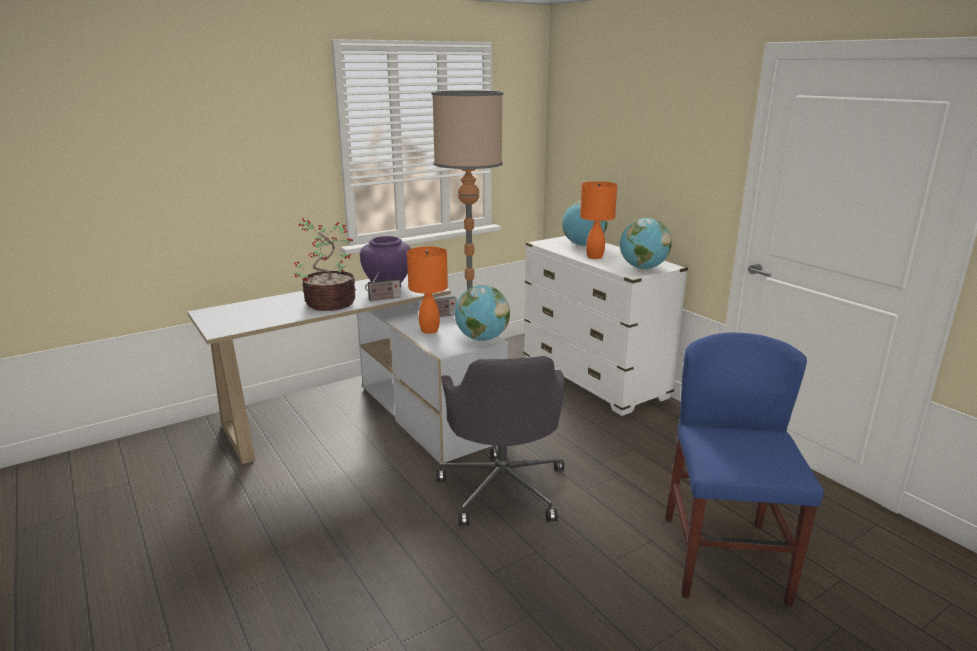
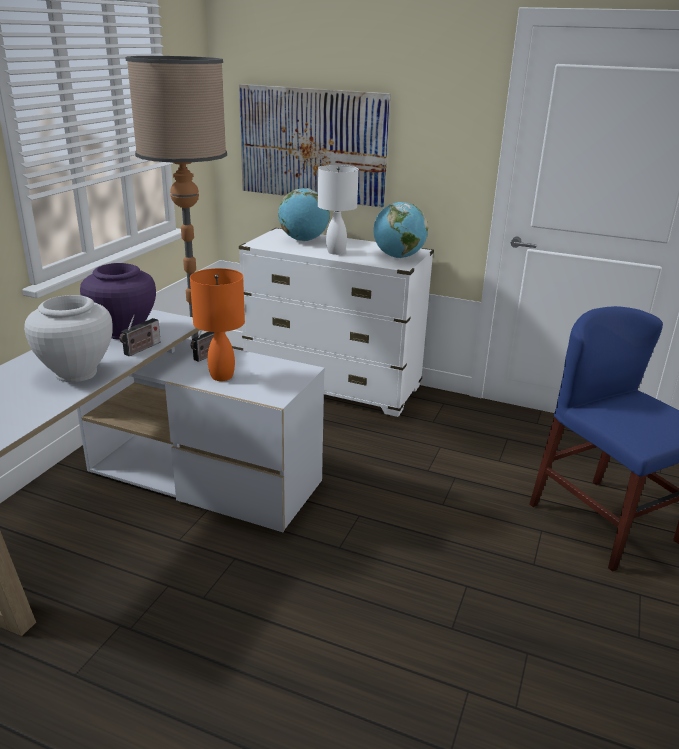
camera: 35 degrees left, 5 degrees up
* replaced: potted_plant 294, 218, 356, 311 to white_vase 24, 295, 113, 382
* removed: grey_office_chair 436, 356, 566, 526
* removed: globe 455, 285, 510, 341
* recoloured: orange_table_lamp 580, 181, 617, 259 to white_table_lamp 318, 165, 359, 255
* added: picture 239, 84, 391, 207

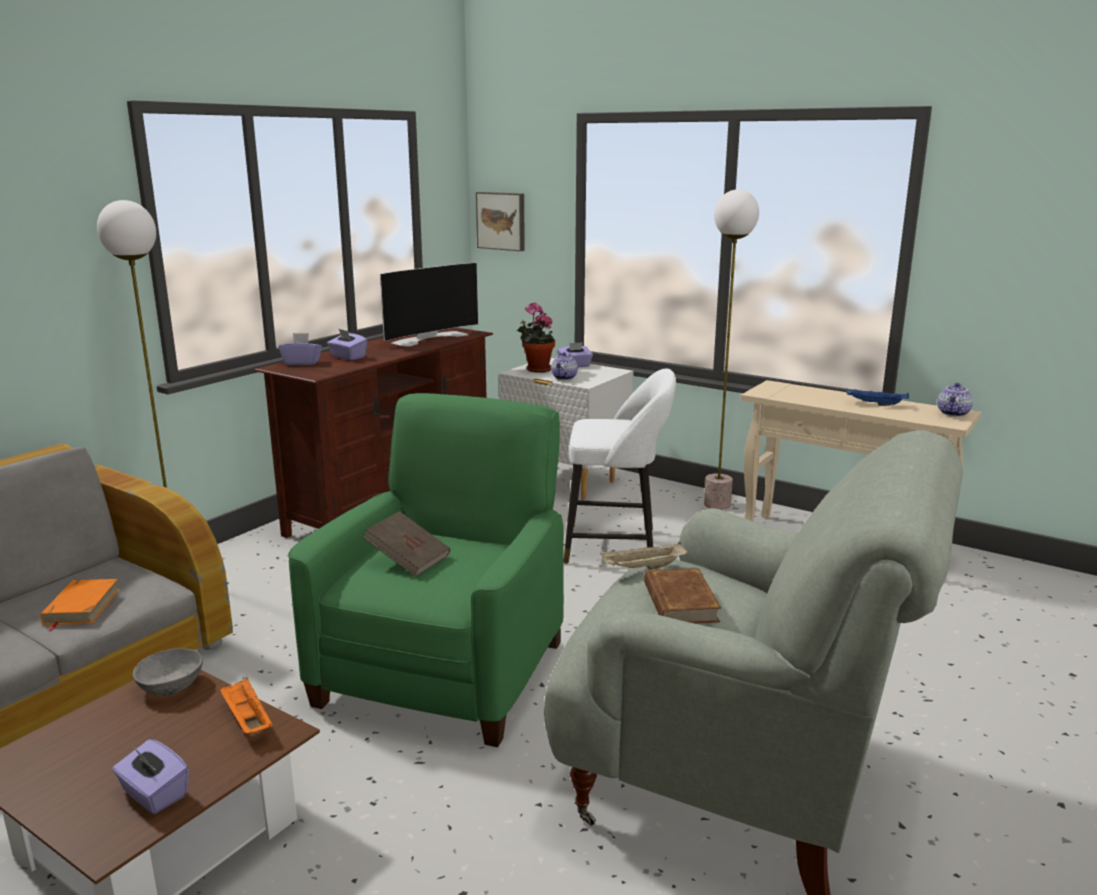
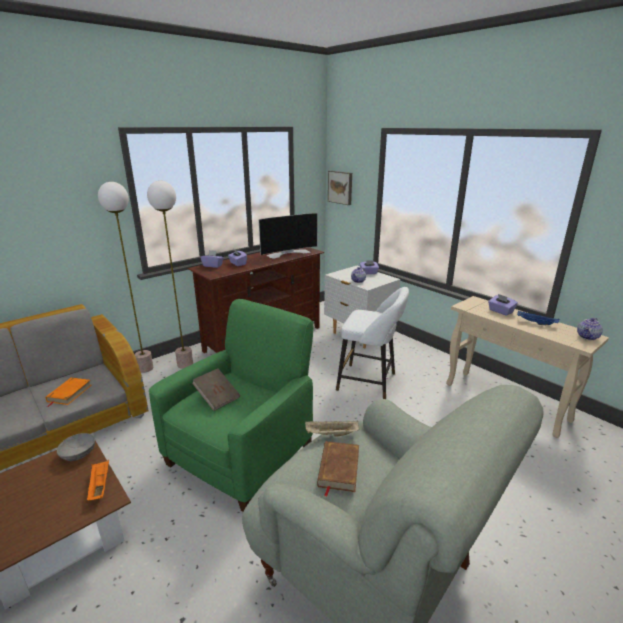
camera: 15 degrees right, 5 degrees up
* moved: purple_tissue_box 112, 739, 189, 814 to 488, 294, 518, 316
* removed: potted_plant 517, 302, 555, 373
* moved: floor_lamp 704, 189, 759, 510 to 147, 181, 193, 369

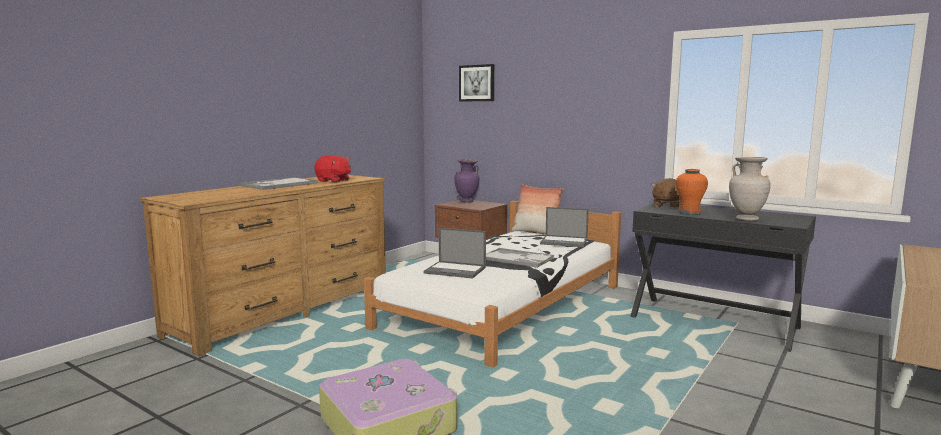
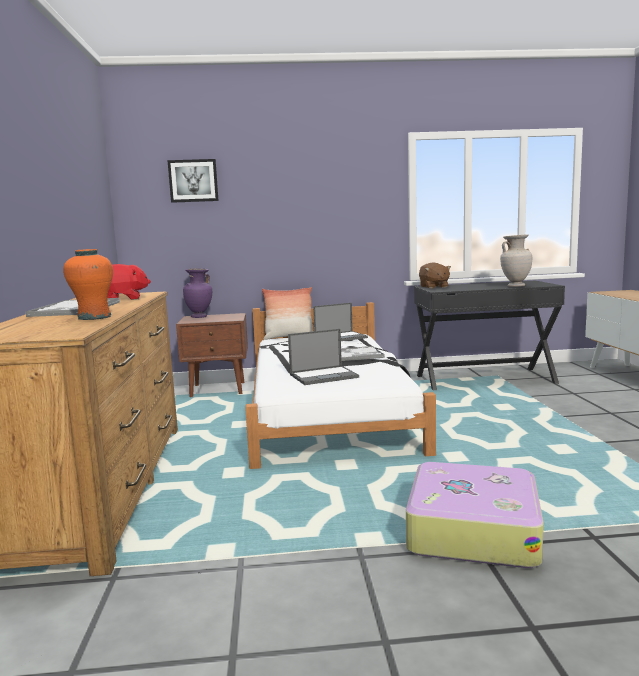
camera: 40 degrees left, 0 degrees up
* moved: orange_vase 676, 169, 708, 215 to 63, 249, 113, 320

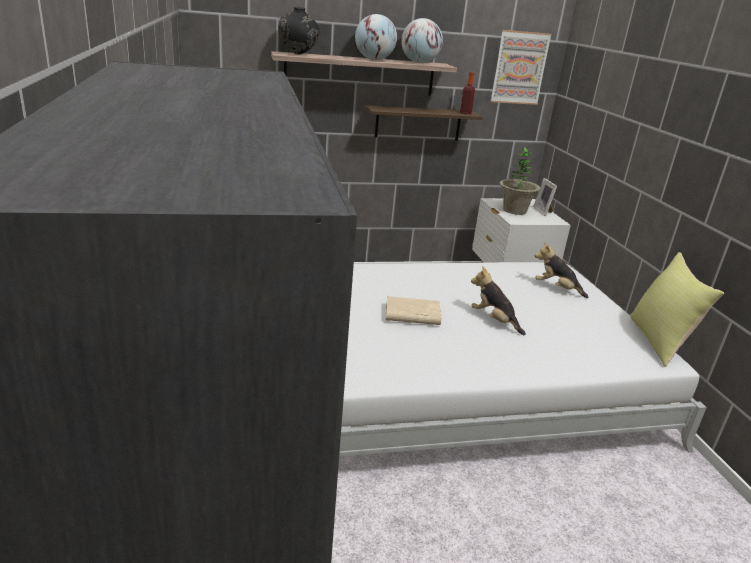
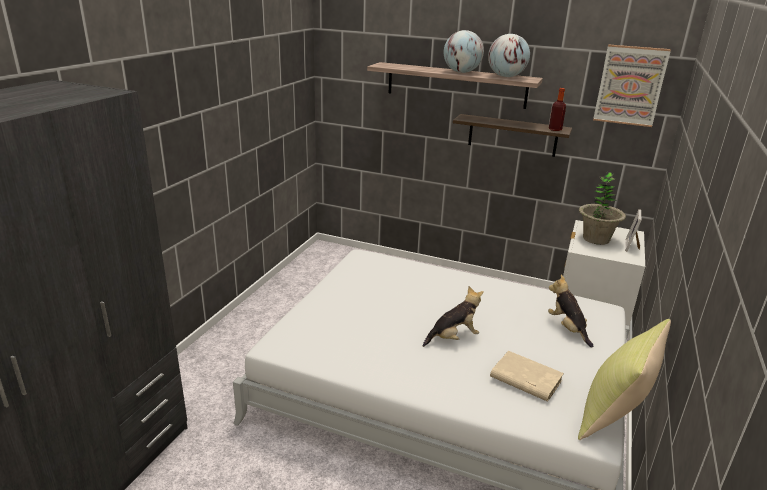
camera: 35 degrees right, 0 degrees up
* removed: black_vase 278, 7, 320, 54
* moved: beige_book 386, 296, 441, 325 to 490, 351, 564, 402
* turned: plush_toy 471, 266, 526, 335 = 423, 286, 484, 347 75 degrees clockwise

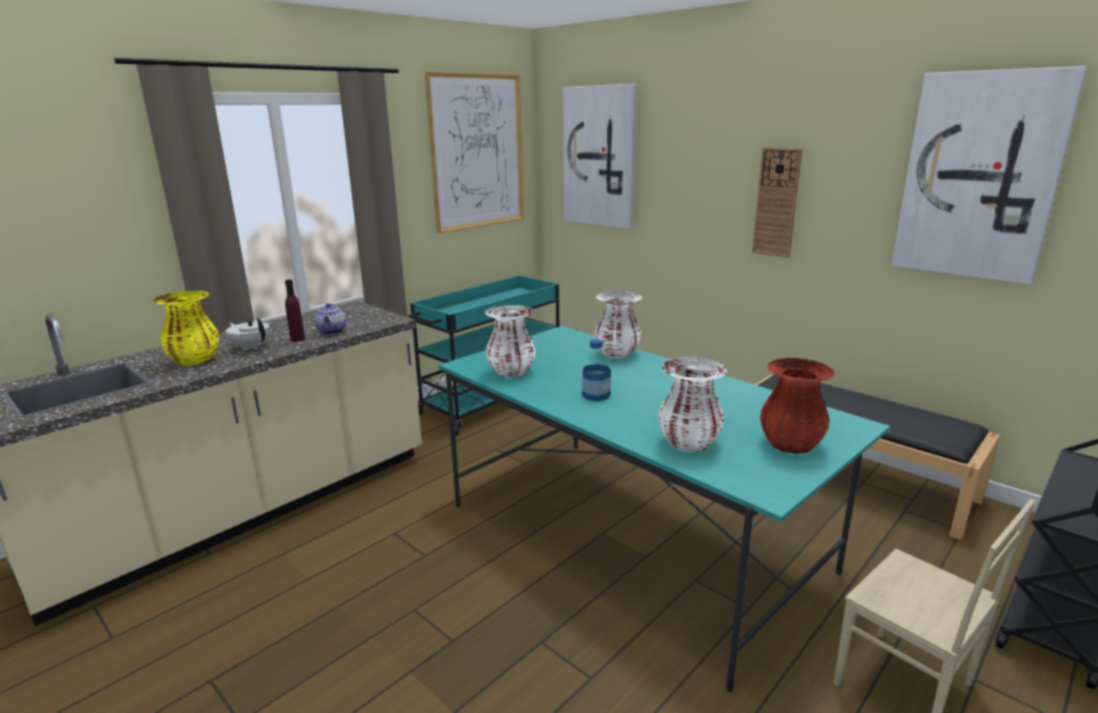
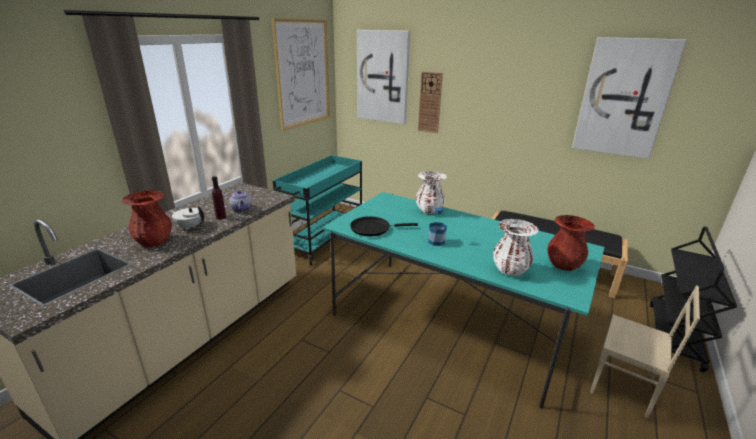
camera: 15 degrees left, 5 degrees up
* recoloured: yellow_vase 152, 291, 219, 366 to red_vase 121, 190, 172, 247
* replaced: white_vase 485, 305, 536, 377 to black_frying_pan 350, 216, 418, 236
* moved: wall_clock 752, 148, 802, 258 to 418, 71, 443, 133

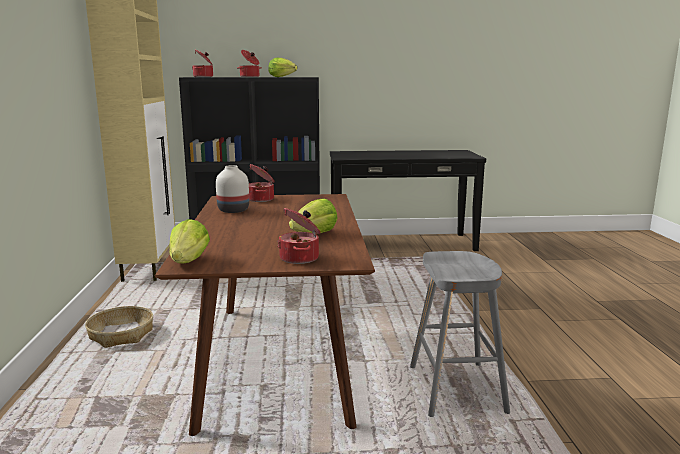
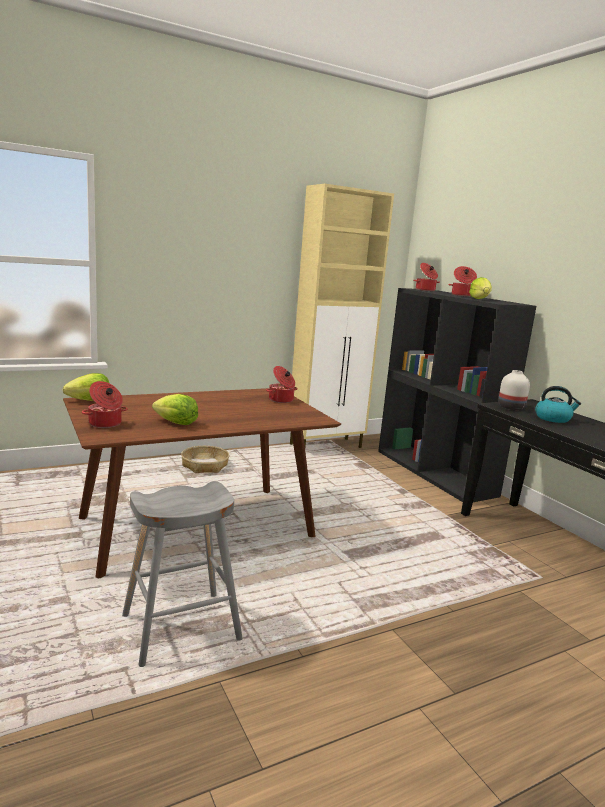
camera: 65 degrees right, 0 degrees up
* moved: white_vase 216, 165, 249, 213 to 498, 370, 530, 410
* added: kettle 535, 386, 581, 423

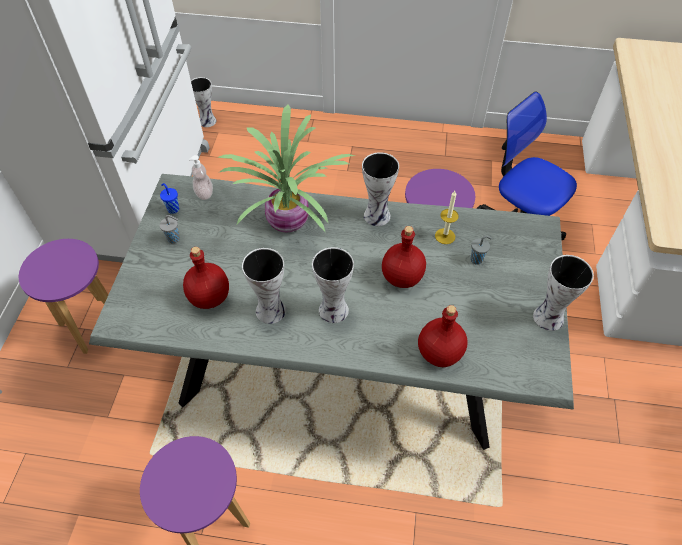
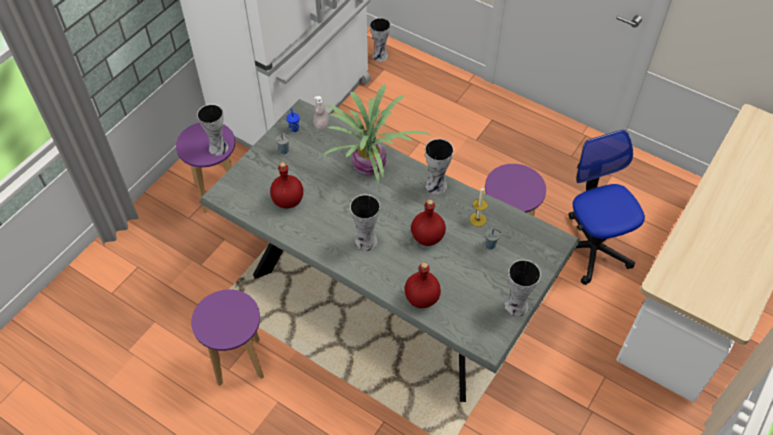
camera: 25 degrees right, 0 degrees up
* moved: vase 242, 248, 286, 324 to 197, 104, 228, 156

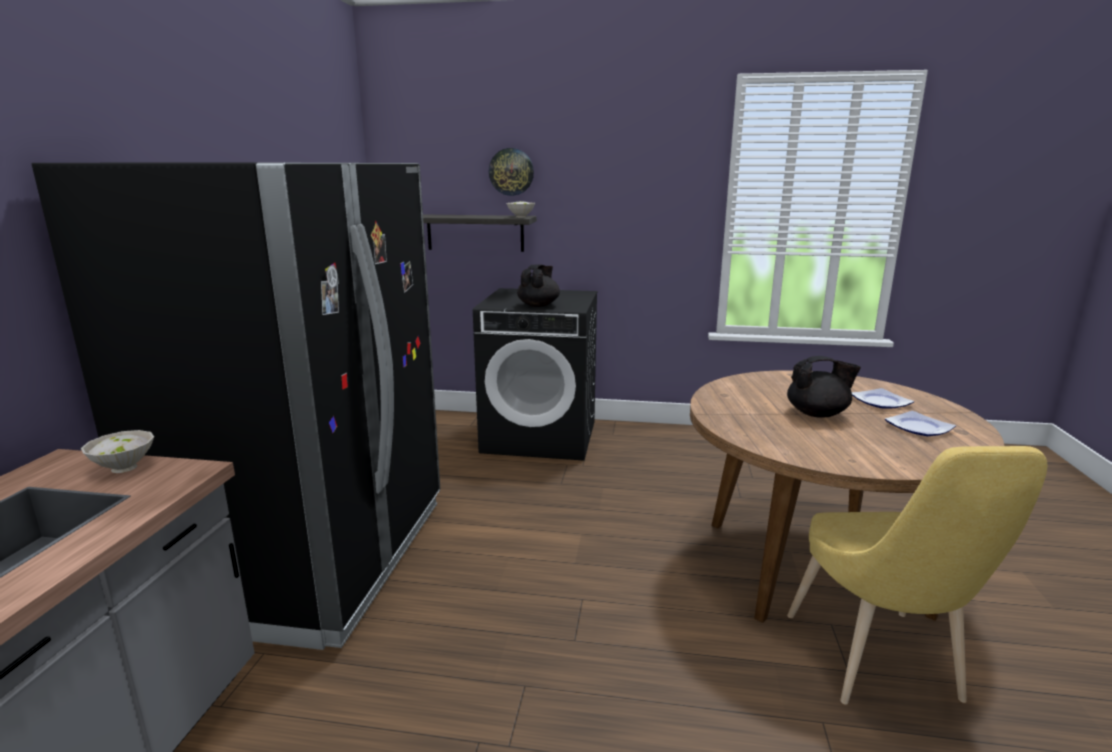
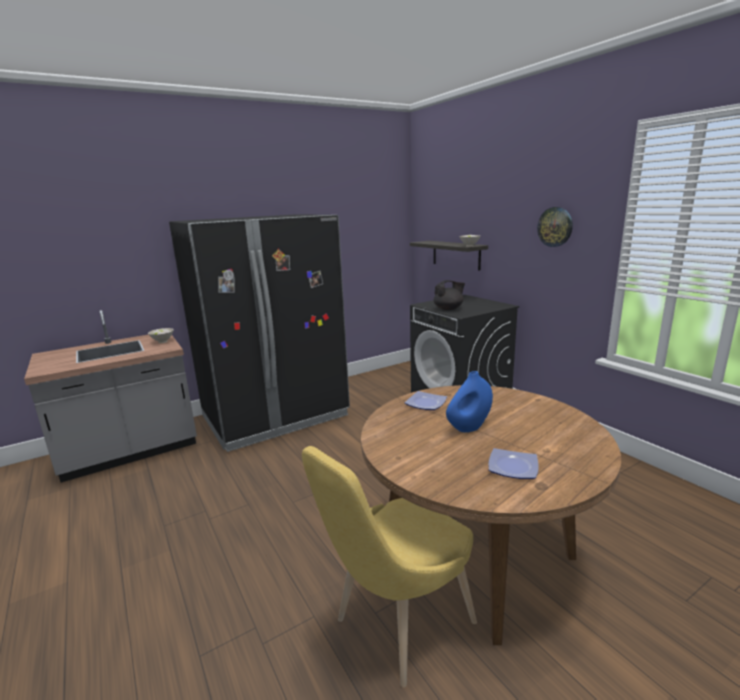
camera: 50 degrees right, 0 degrees up
* moved: wall_clock 489, 148, 534, 196 to 537, 207, 573, 247
* replaced: black_teapot 787, 356, 861, 418 to blue_vase 446, 371, 493, 432
* moved: plate 852, 388, 914, 409 to 405, 391, 447, 410

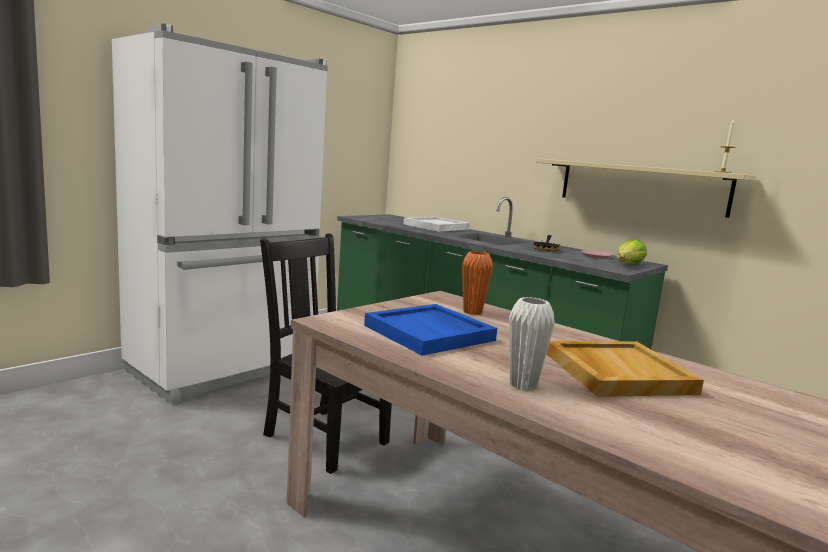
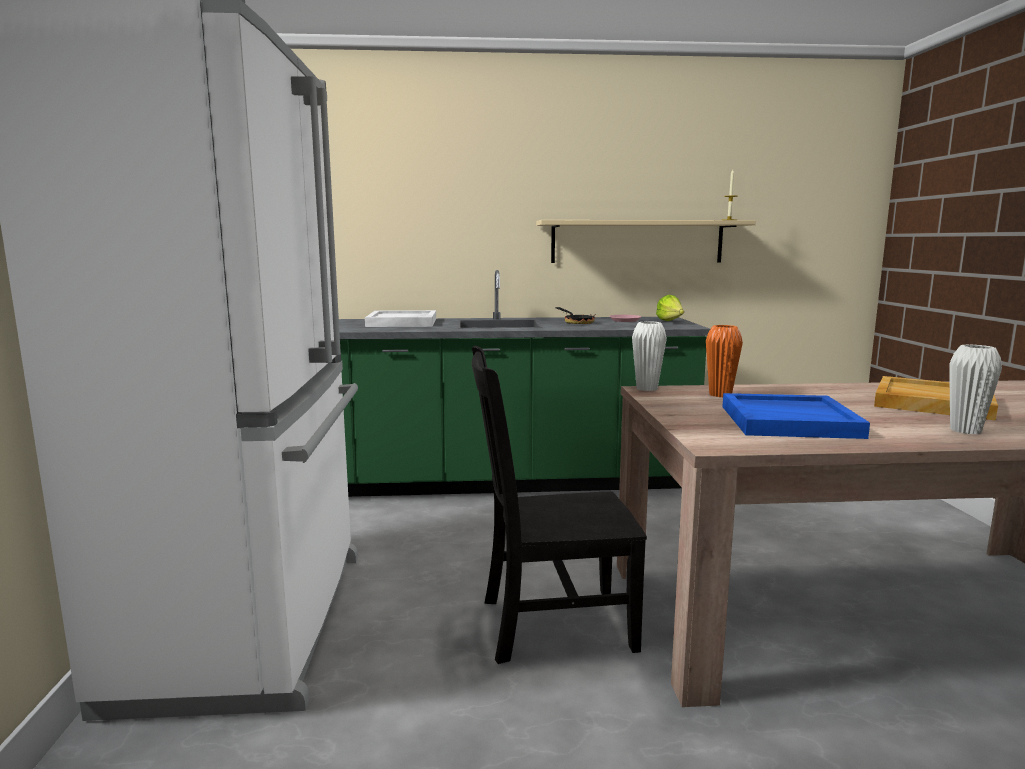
camera: 45 degrees left, 0 degrees up
* added: white_vase 632, 321, 667, 391

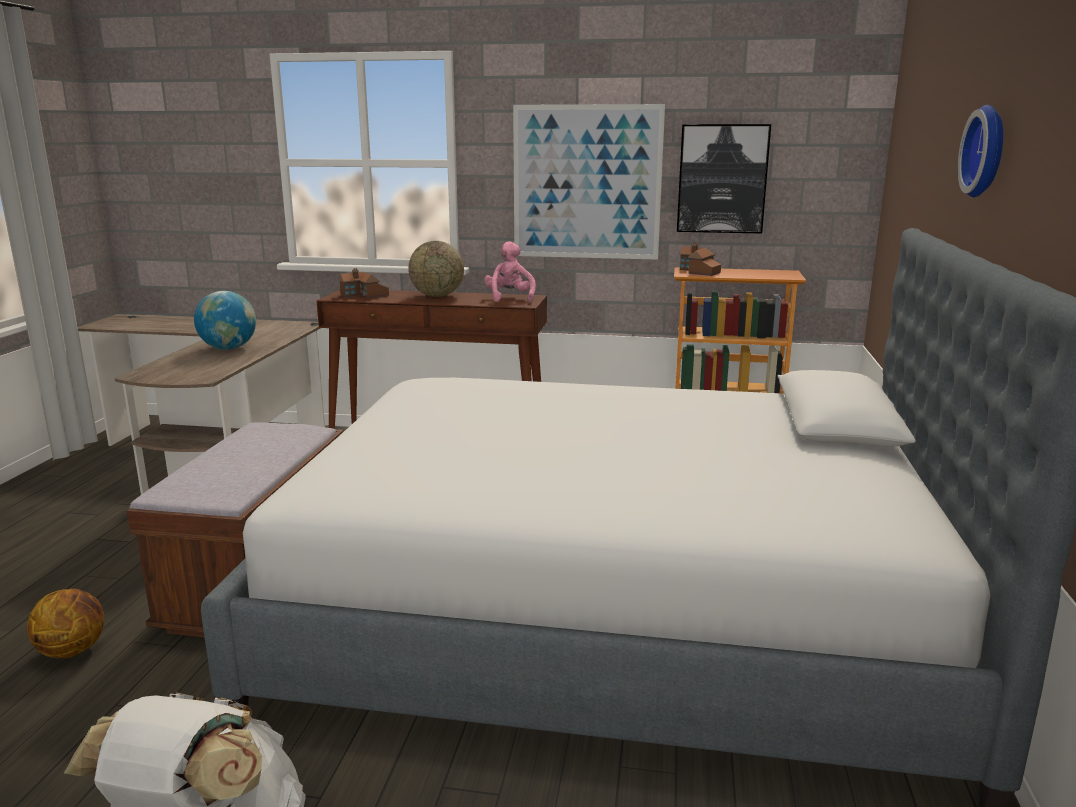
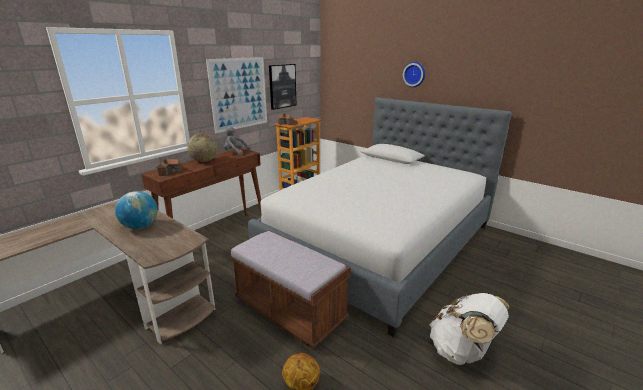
camera: 60 degrees left, 5 degrees up
* recoloured: pink_plush_toy 484, 241, 536, 303 to grey_plush_toy 224, 126, 250, 155

